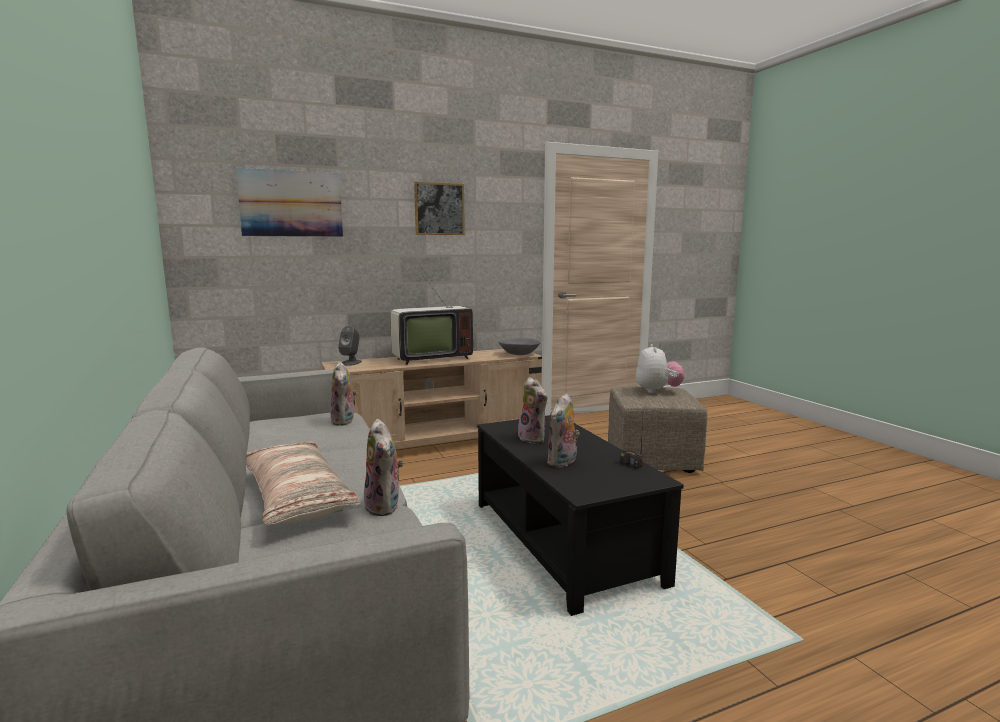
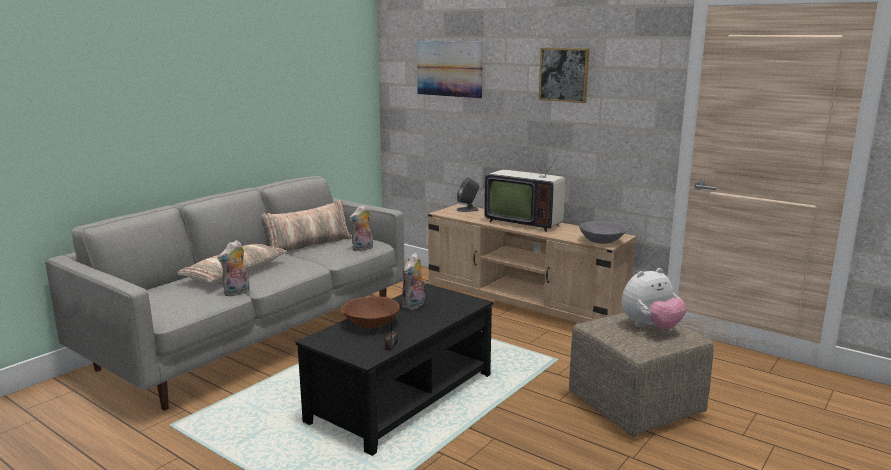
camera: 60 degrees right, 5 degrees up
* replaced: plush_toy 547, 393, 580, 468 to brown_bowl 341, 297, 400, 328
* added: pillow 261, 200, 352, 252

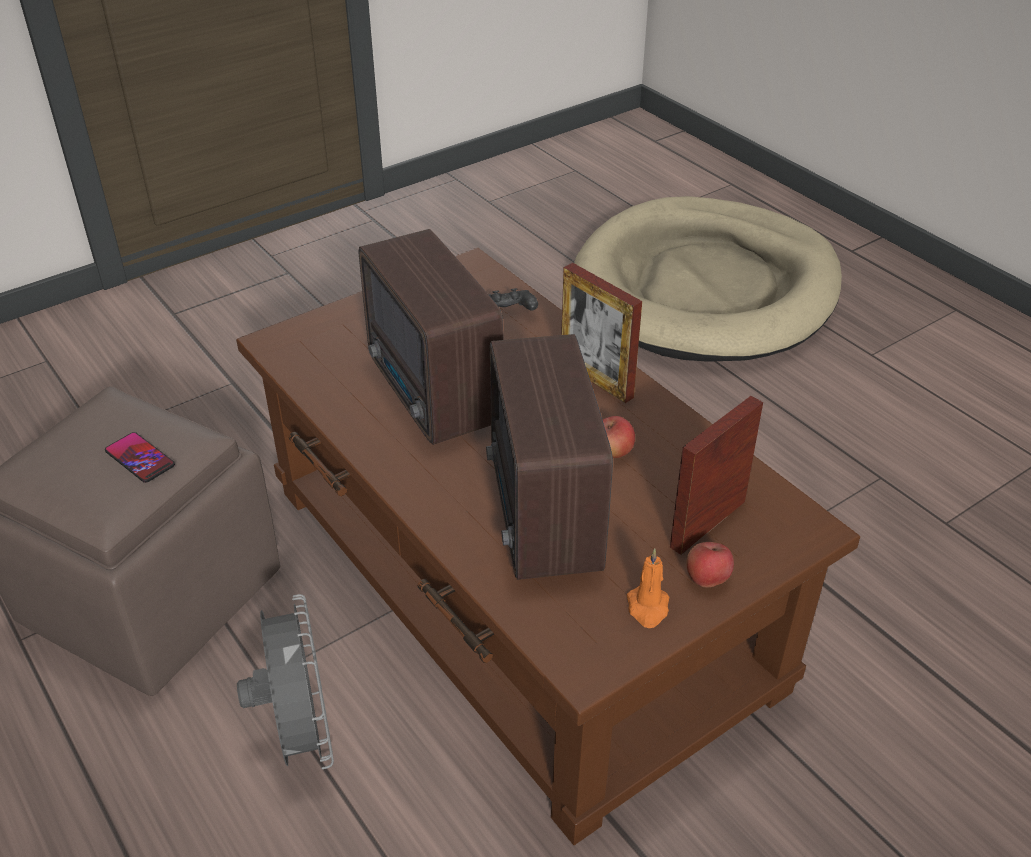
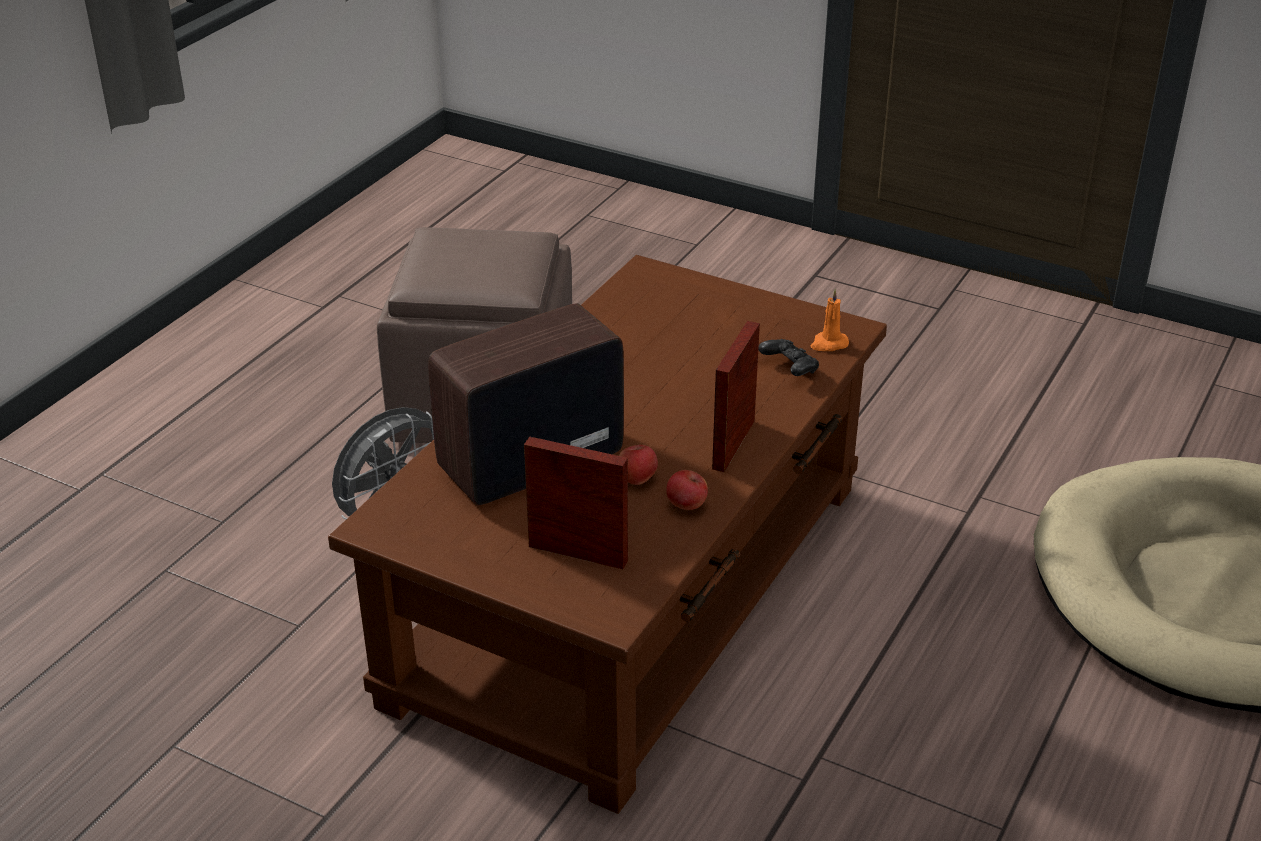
camera: 65 degrees right, 5 degrees down
* removed: phone 105, 432, 175, 483
* removed: radio 359, 229, 503, 445
* moved: orange_candle 627, 548, 669, 628 to 810, 289, 849, 351
* moved: apple 686, 542, 734, 587 to 666, 470, 708, 510

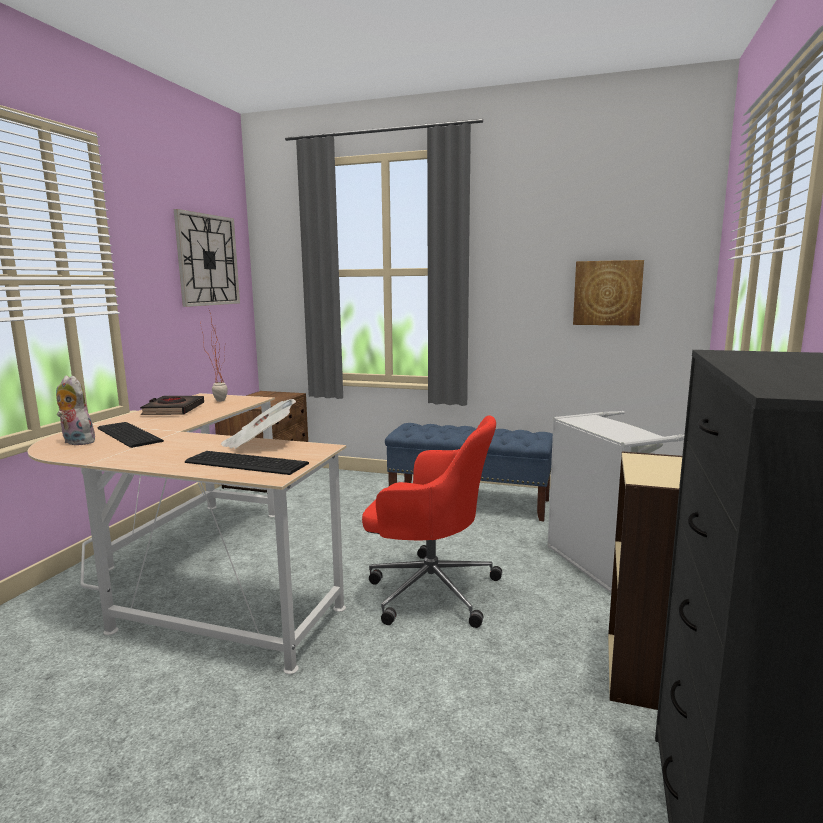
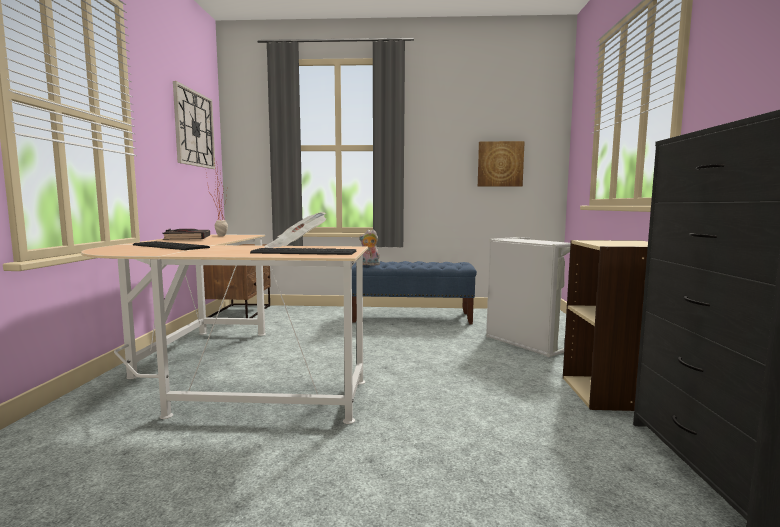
camera: 15 degrees left, 5 degrees down
* moved: plush_toy 56, 375, 95, 445 to 359, 229, 380, 265
* removed: red_office_chair 362, 416, 502, 628

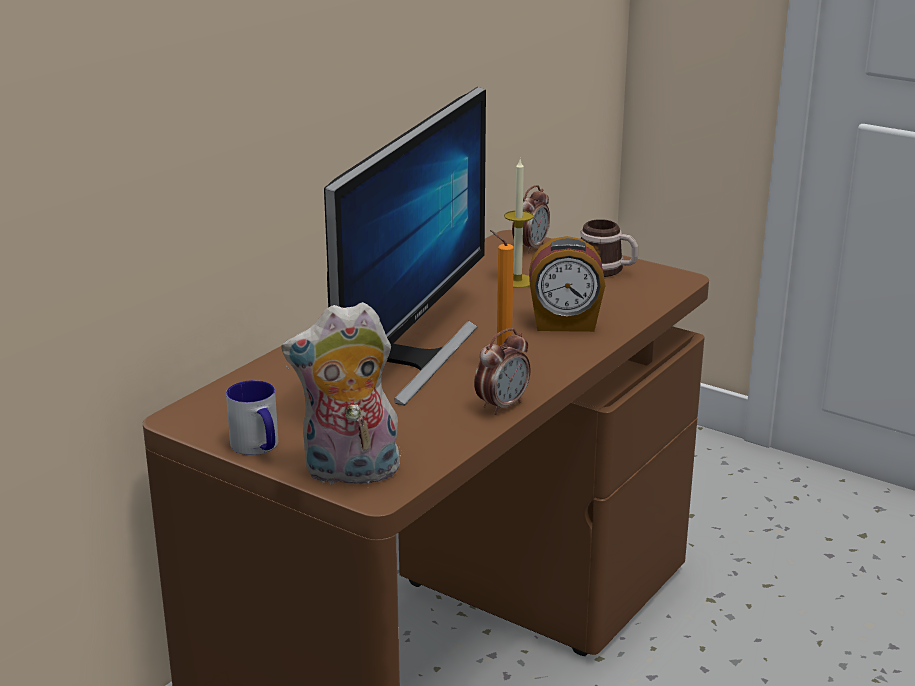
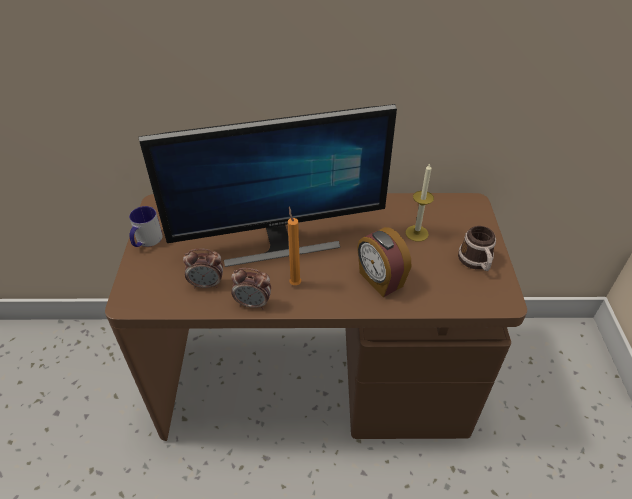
camera: 55 degrees right, 20 degrees up
* removed: plush_toy 282, 302, 401, 485
* moved: alarm_clock 512, 185, 550, 253 to 183, 249, 223, 288

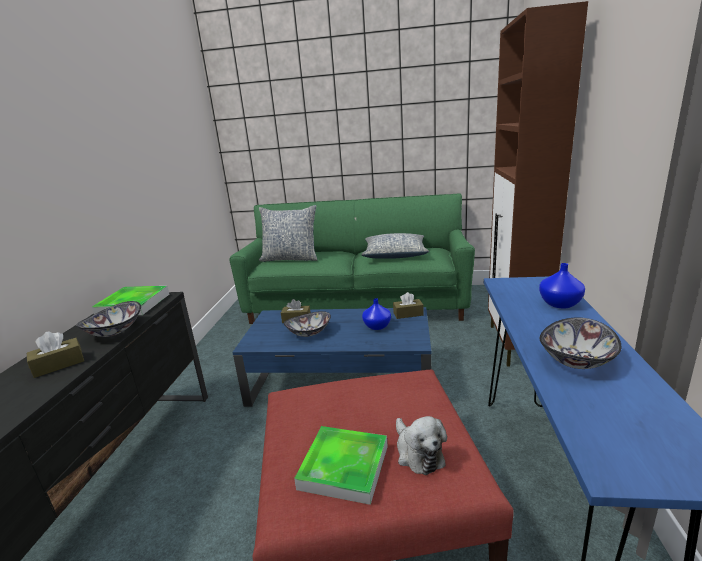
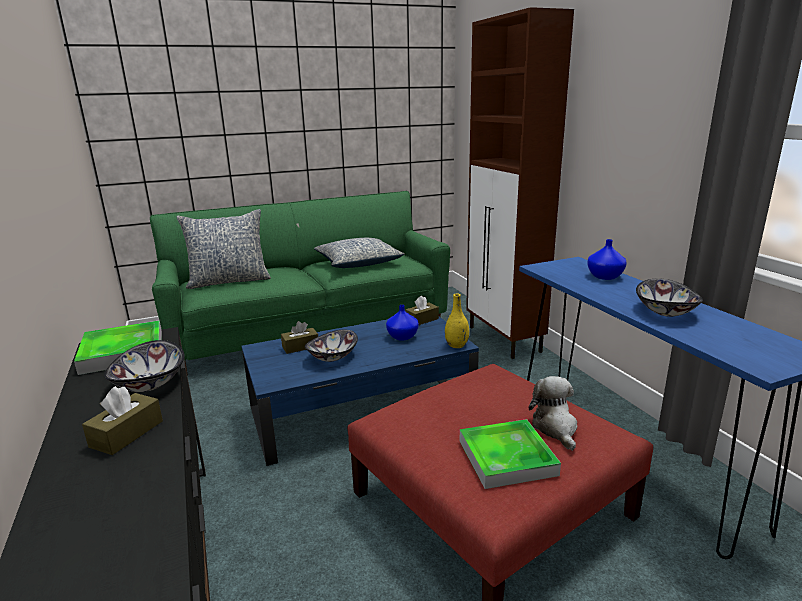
camera: 30 degrees left, 0 degrees up
* turned: plush_toy 396, 416, 447, 475 = 529, 376, 577, 451 135 degrees counterclockwise
* added: yellow_vase 445, 293, 470, 348

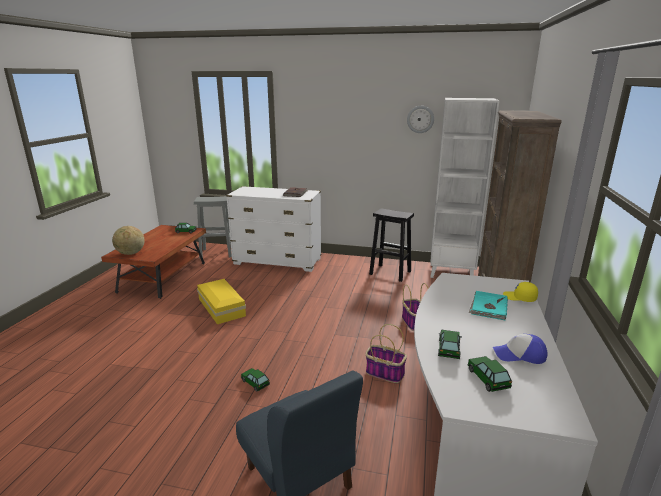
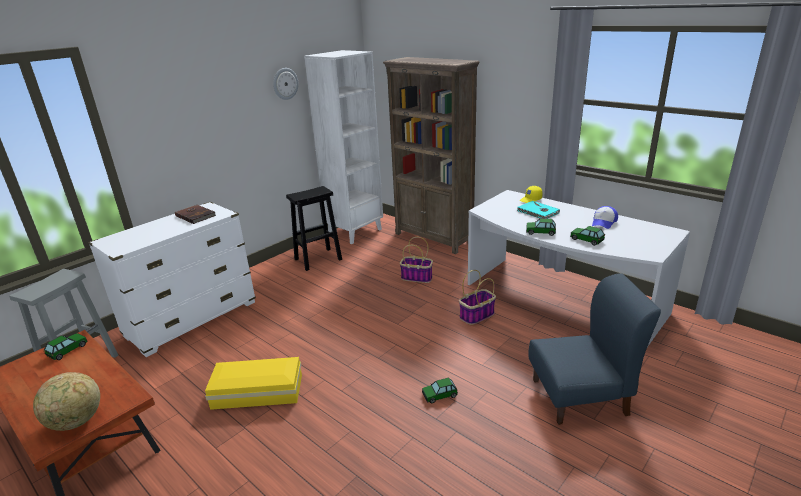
camera: 60 degrees left, 5 degrees up
* moved: toy_car 468, 356, 512, 392 to 526, 218, 556, 236

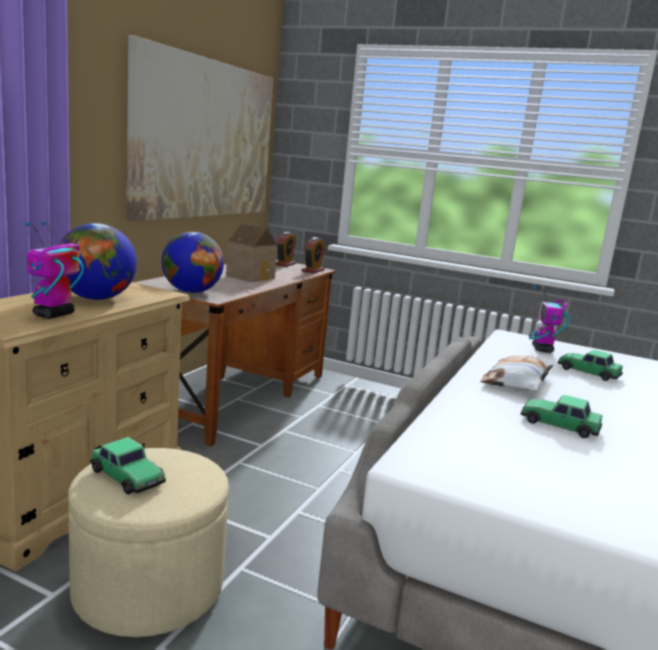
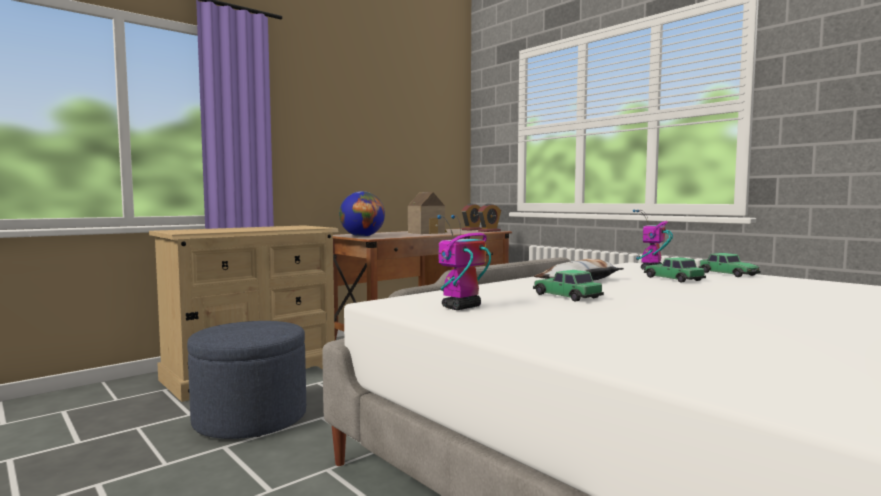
camera: 25 degrees right, 10 degrees down
* moved: toy_robot 25, 221, 84, 319 to 437, 215, 491, 310
* removed: globe 59, 223, 137, 300
* recoloured: beige_ottoman 68, 448, 229, 637 to blue_ottoman 187, 321, 306, 439
* moved: toy_car 90, 437, 166, 494 to 699, 253, 761, 277
* removed: picture 127, 35, 273, 221

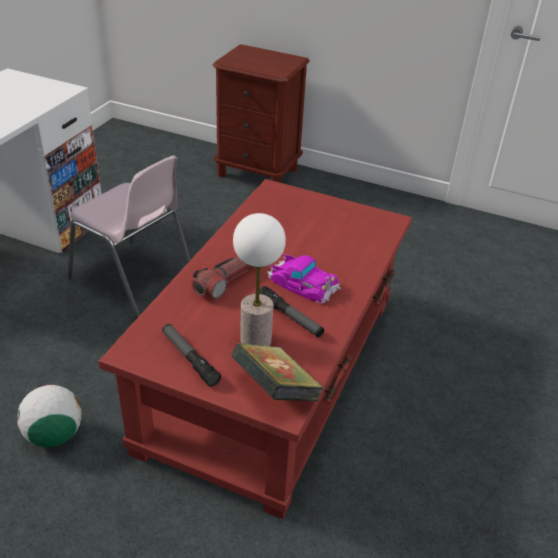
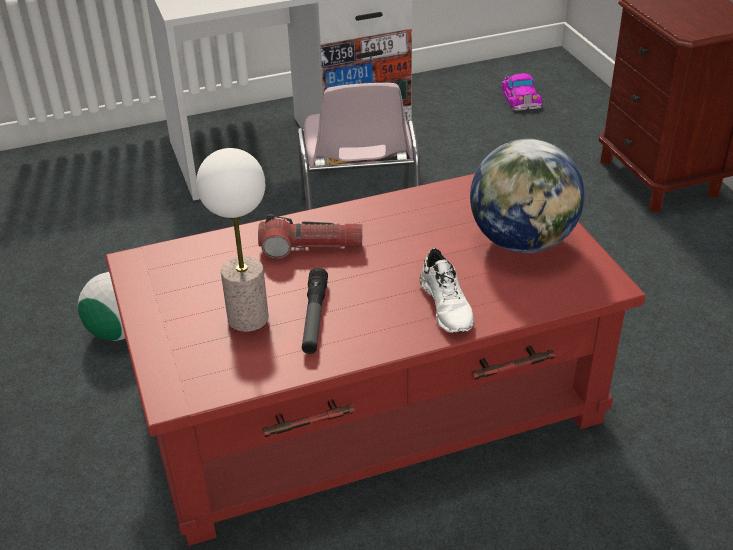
camera: 50 degrees right, 0 degrees up
* removed: flashlight 162, 324, 221, 387
* removed: book 231, 343, 324, 401
* moved: toy_car 267, 254, 341, 304 to 502, 73, 543, 111
* added: white_shoe 420, 248, 474, 333
* added: globe 470, 139, 585, 253

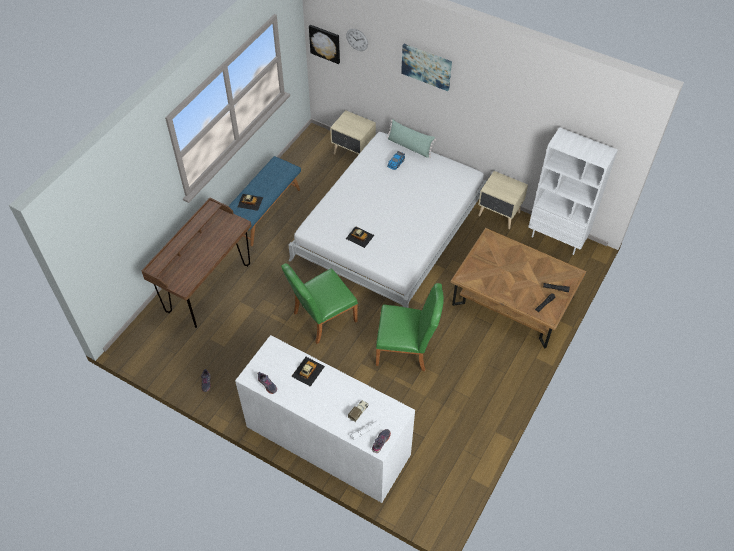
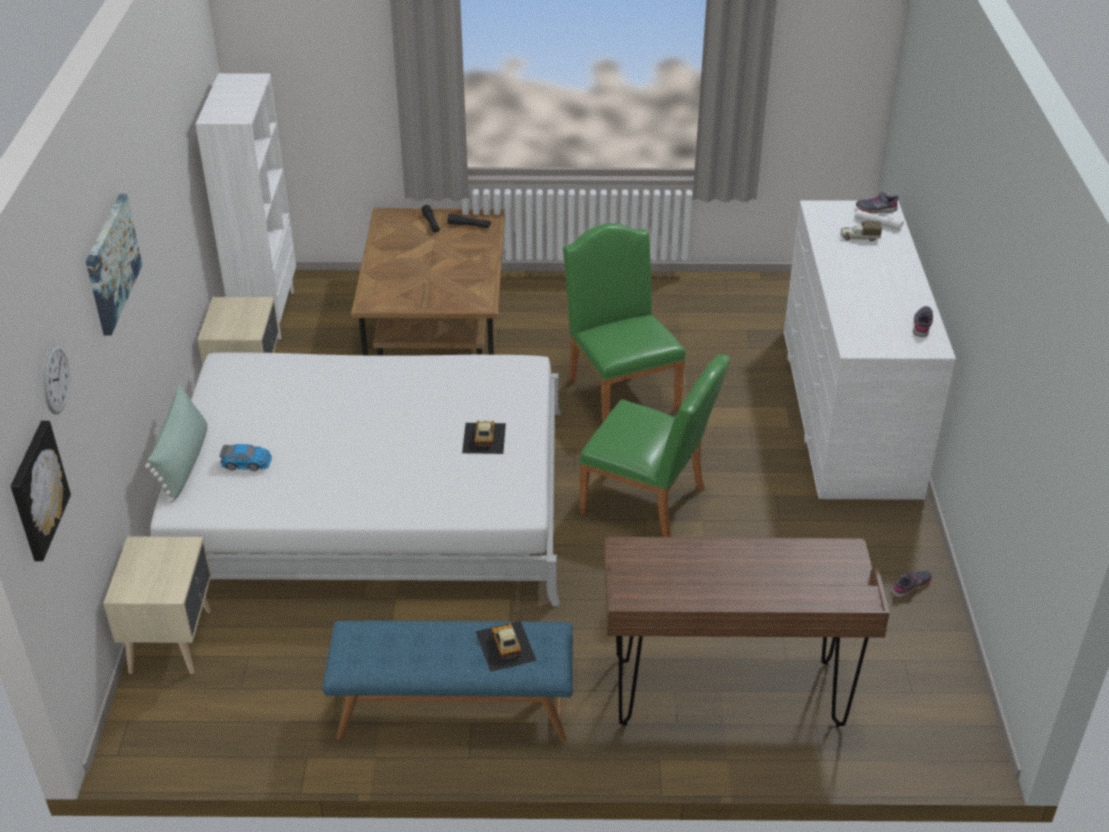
camera: 120 degrees left, 15 degrees down
* removed: toy_car 291, 357, 325, 387

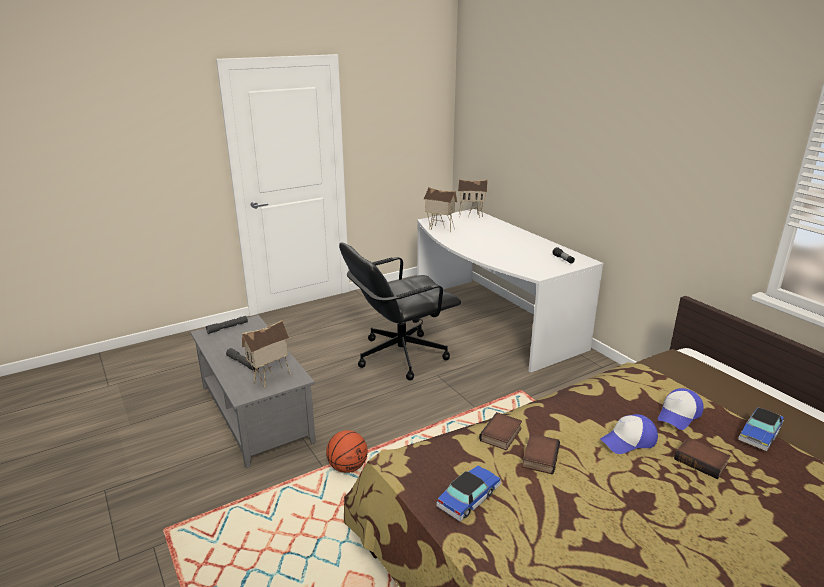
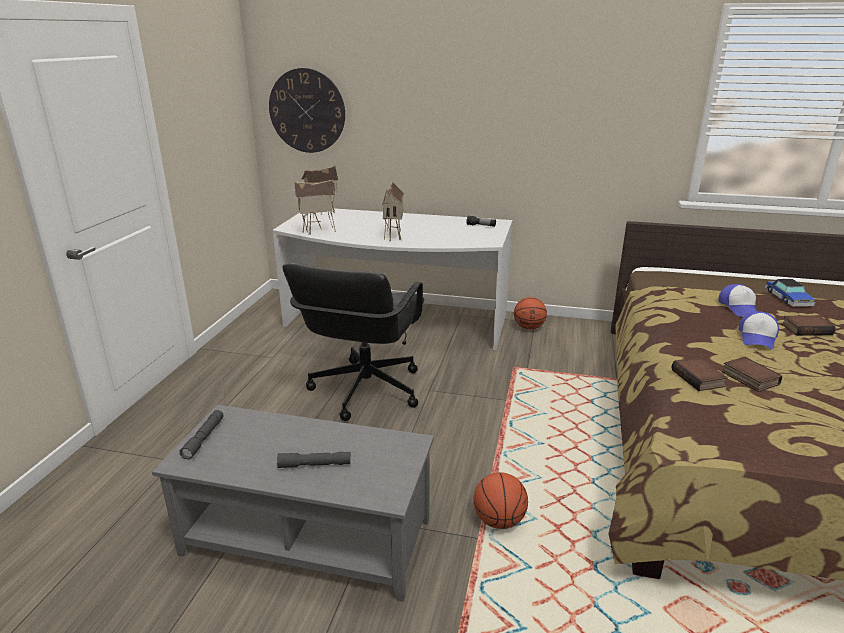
camera: 45 degrees left, 0 degrees up
* moved: toy_house 242, 320, 291, 388 to 382, 181, 404, 241
* removed: toy_car 437, 466, 501, 521
* added: wall_clock 269, 68, 345, 153
* added: basketball 514, 297, 547, 330

